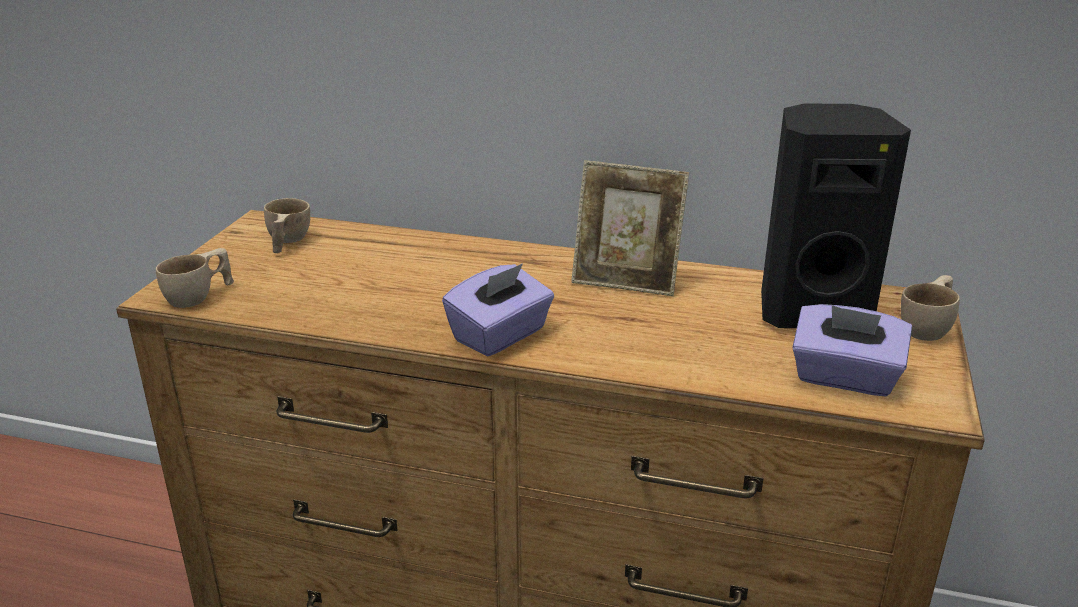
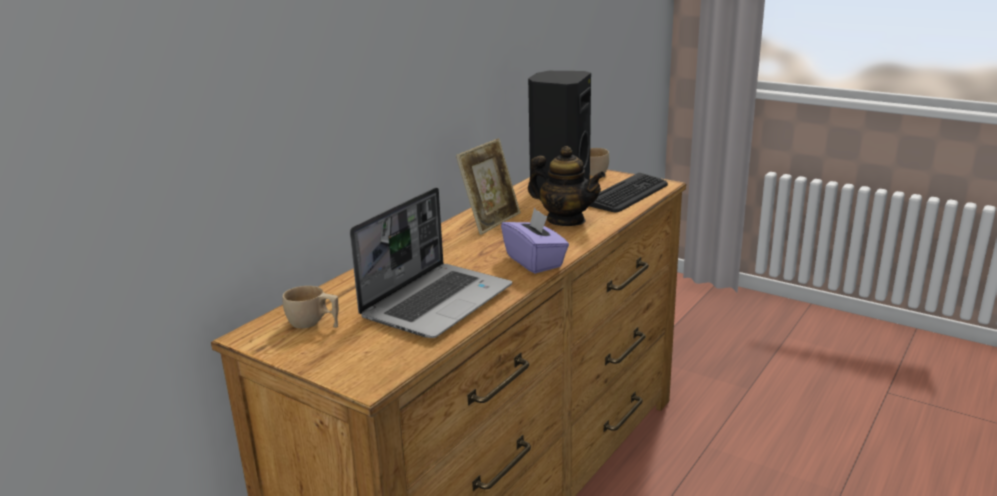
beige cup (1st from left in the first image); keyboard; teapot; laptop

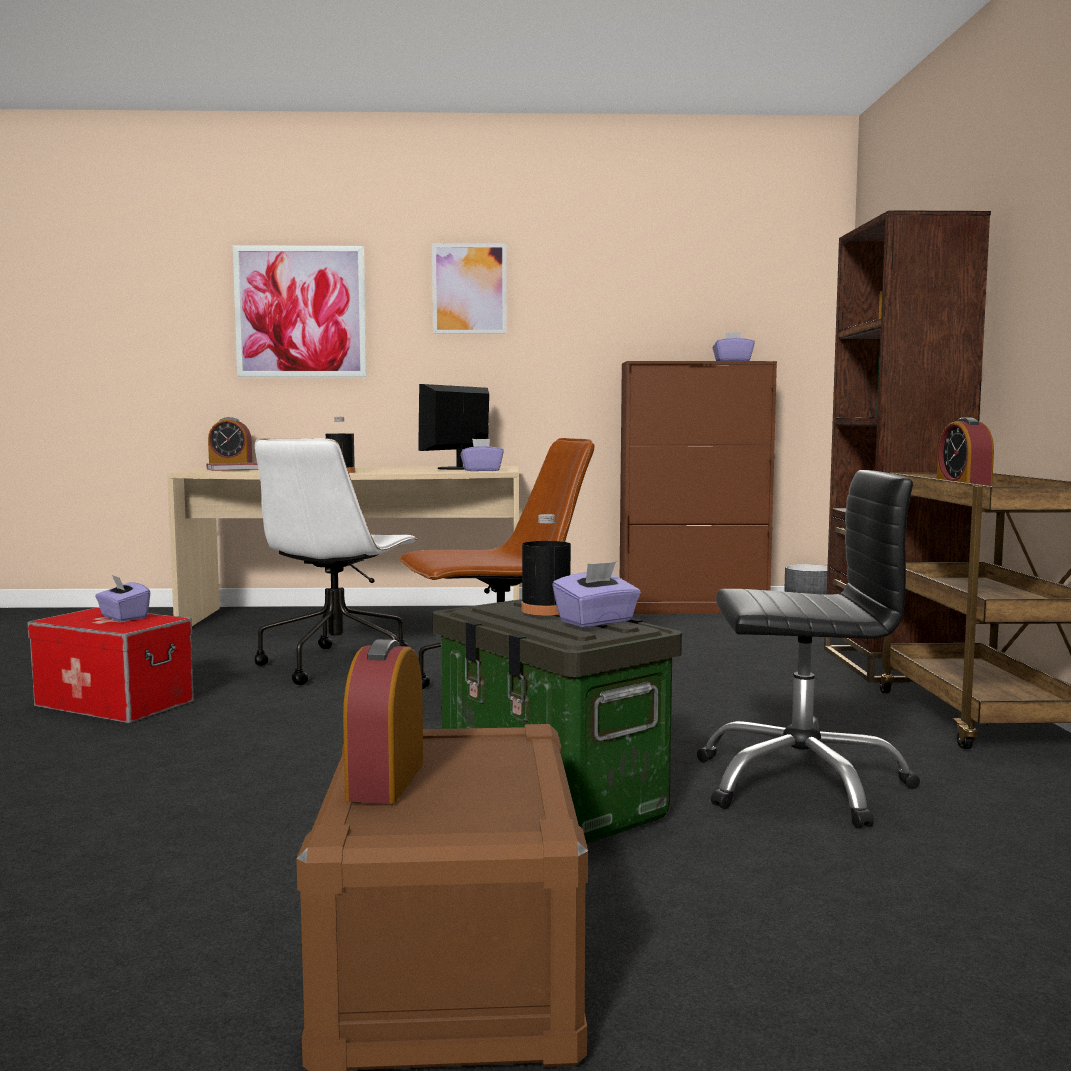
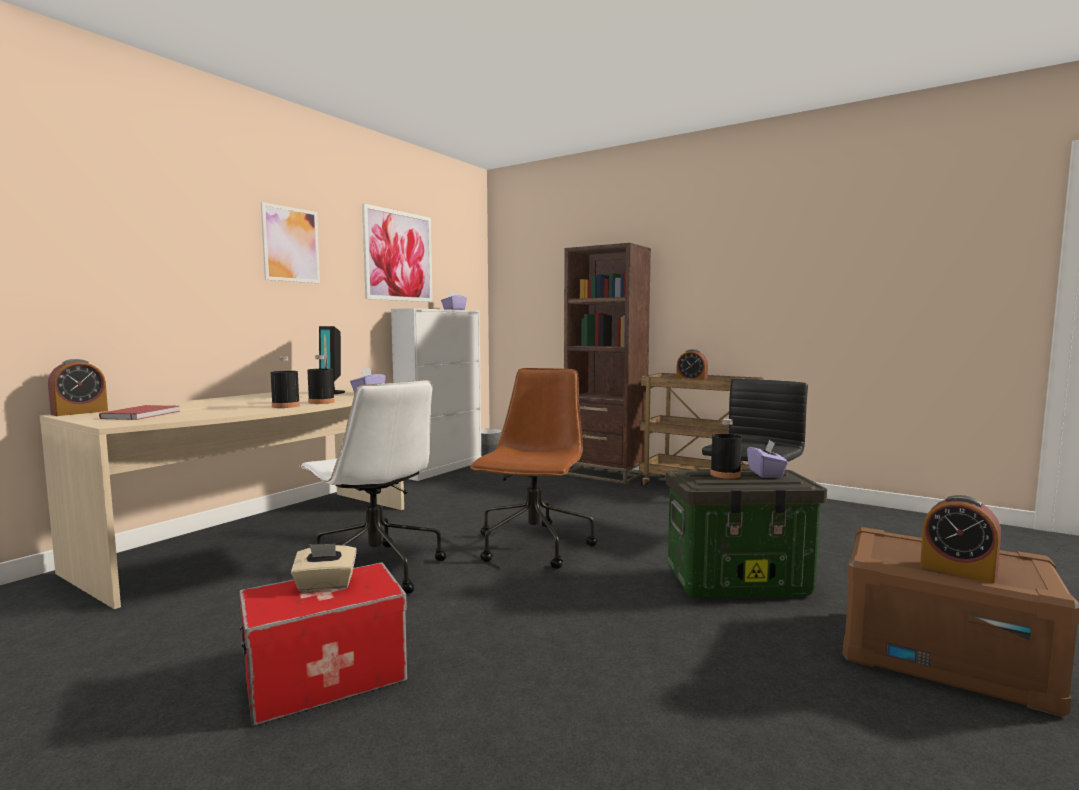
picture (2nd from left); white cabinet; beige tissue box; black bottle (2nd from left)

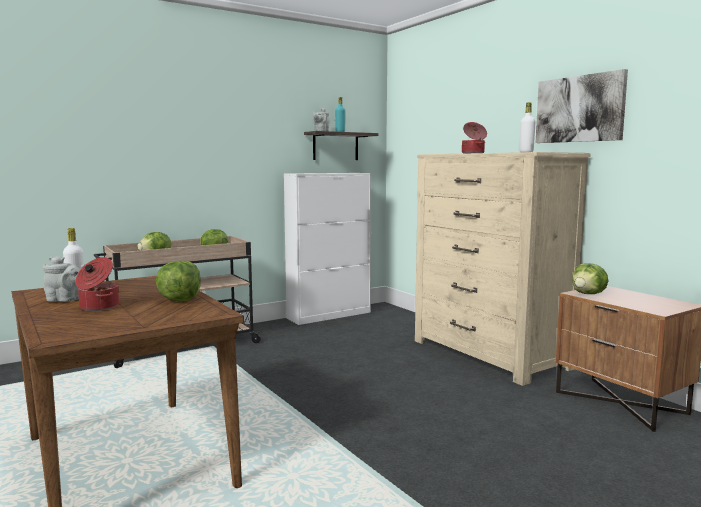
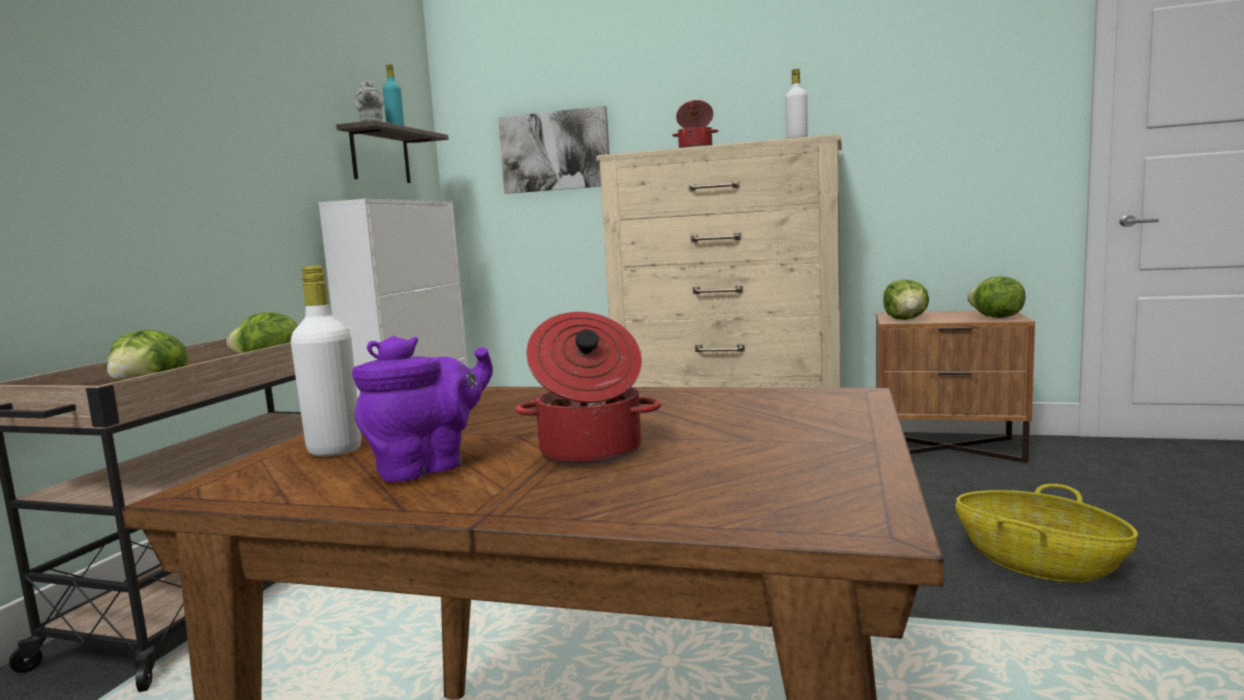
picture; purple teapot; lettuce (4th from left); basket

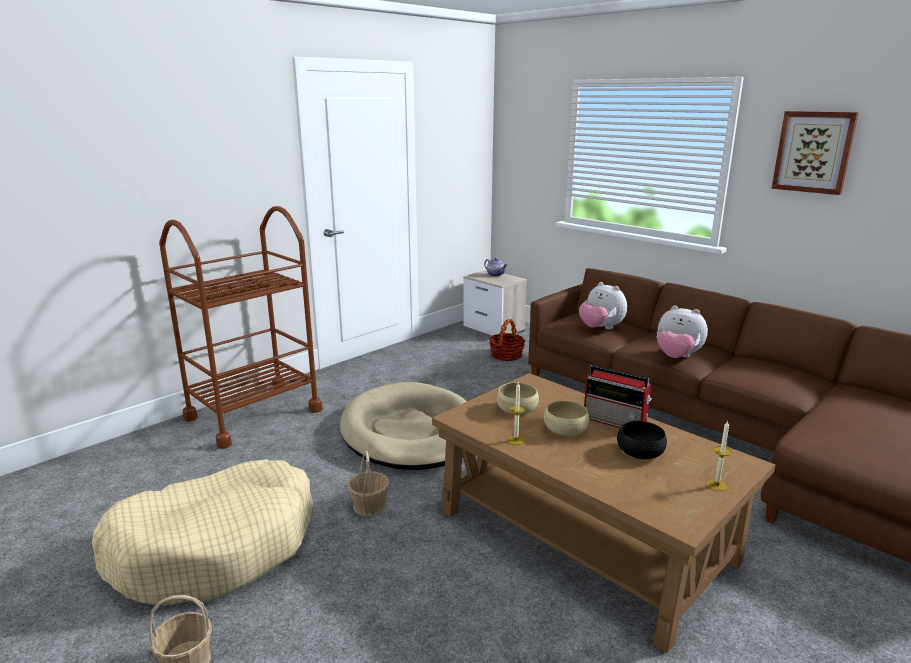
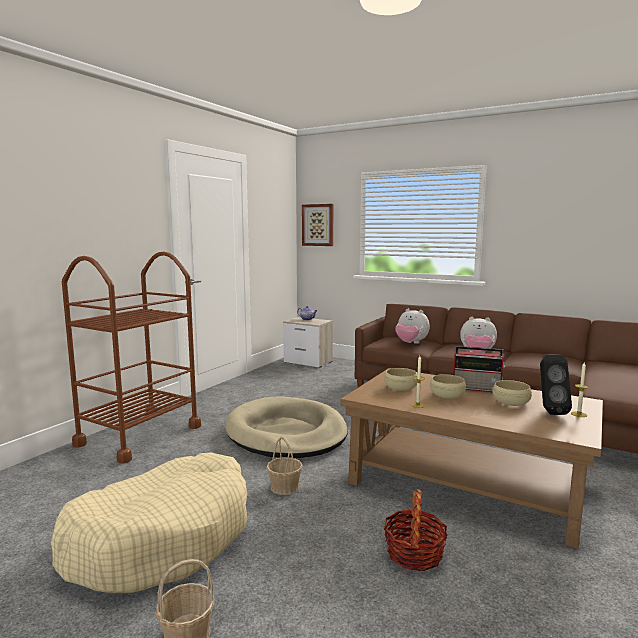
picture; basket (3rd from left); beige bowl (3rd from left); black speaker

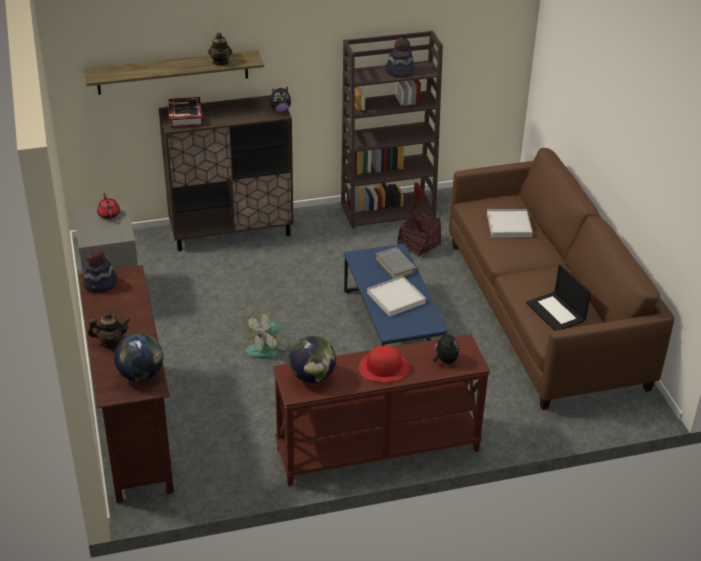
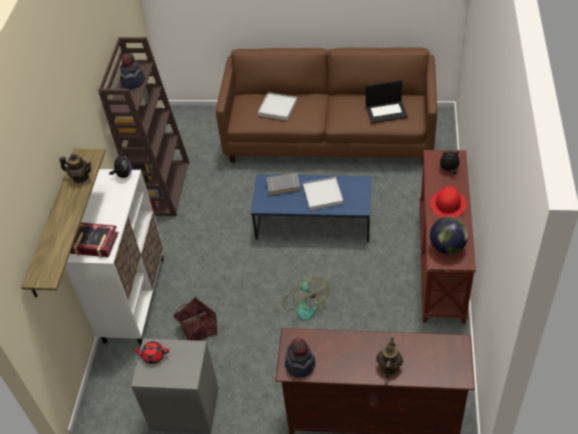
white cabinet; basket; globe (1st from left in the first image)

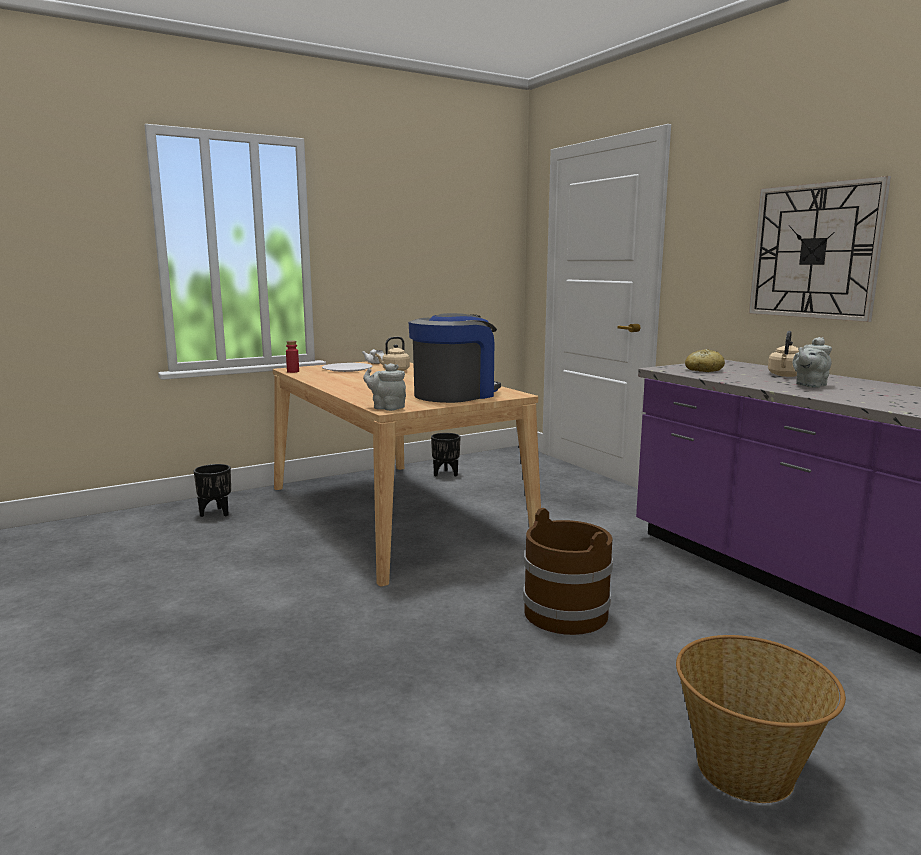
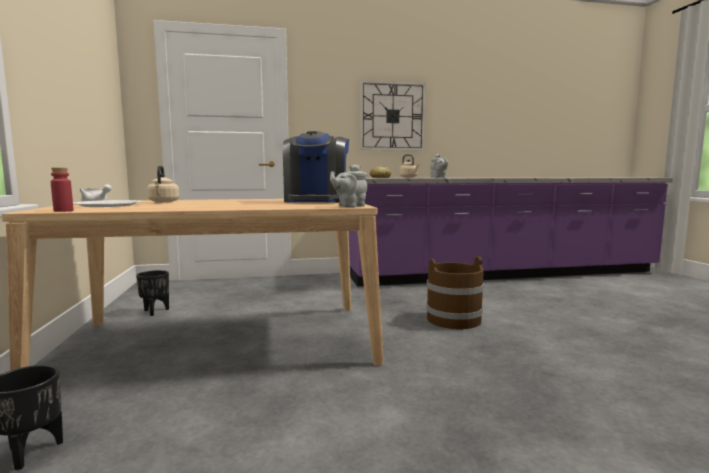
coffee machine; basket

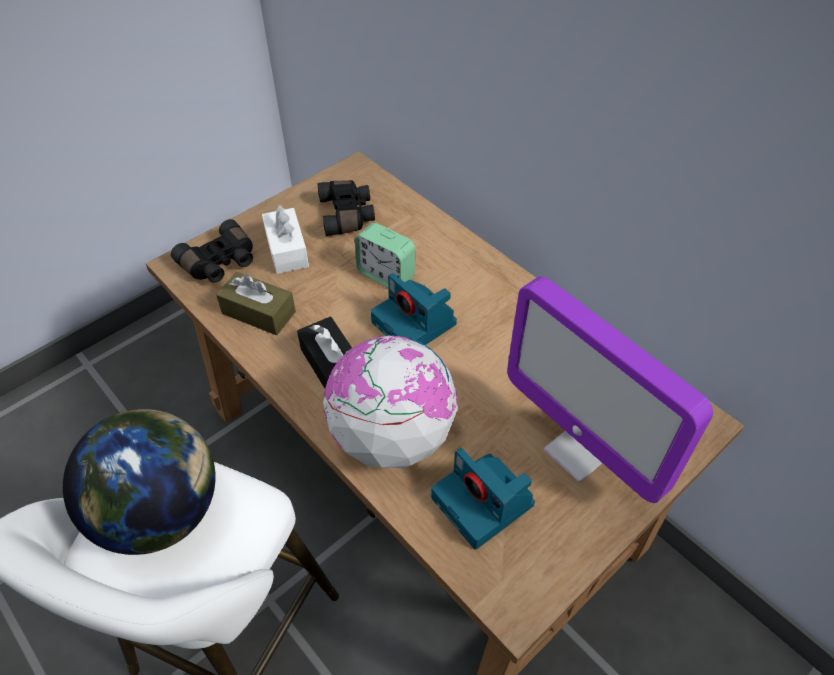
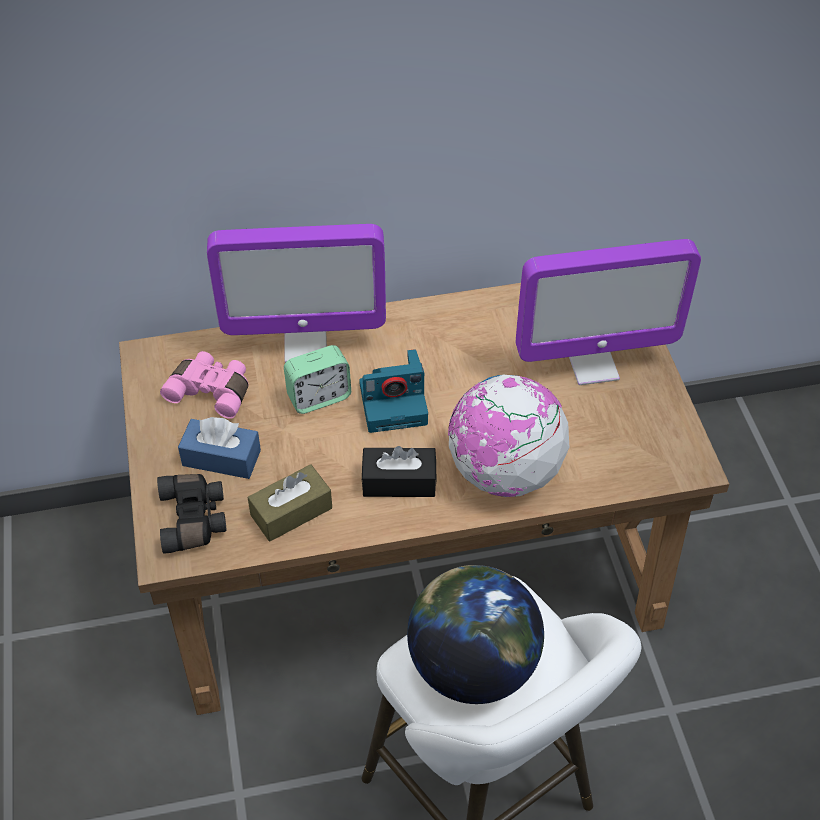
pink binoculars; blue tissue box; photo camera (2nd from left in the first image); monitor (1st from left)

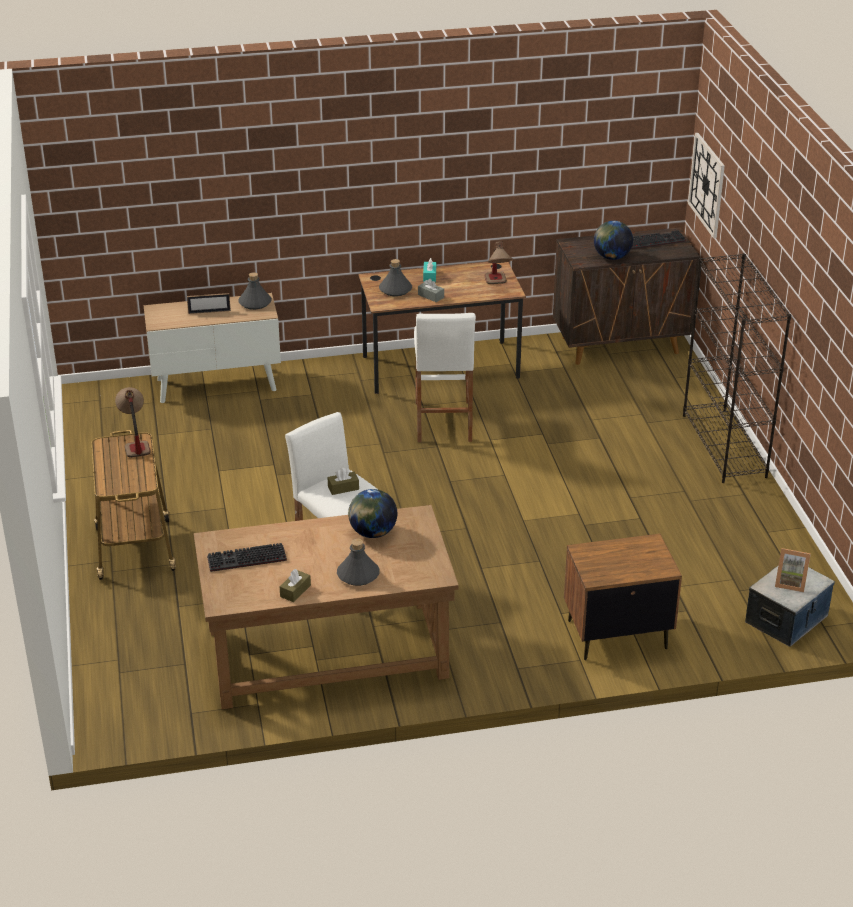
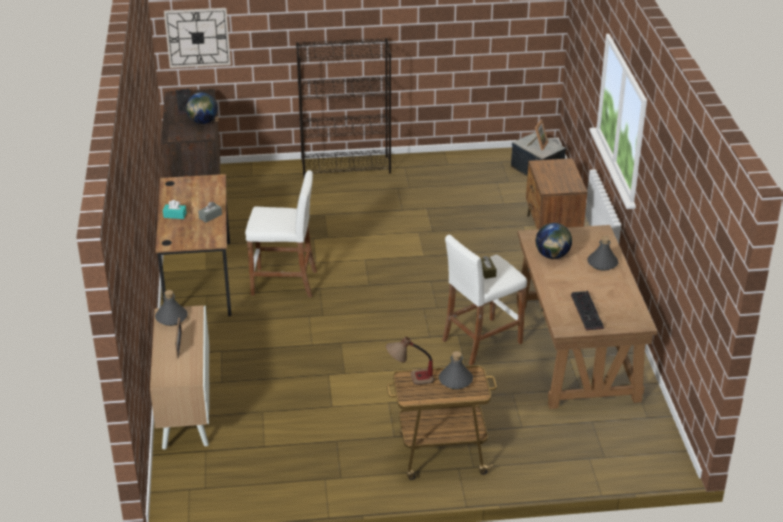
table lamp (2nd from left in the first image); grey bottle (2nd from left); brown tissue box (1st from left in the first image)

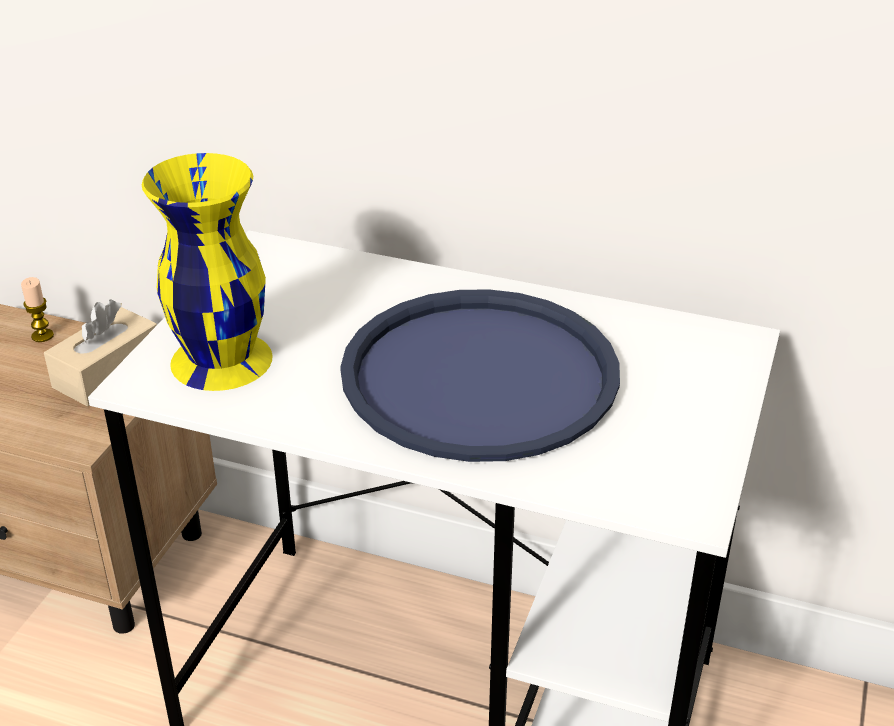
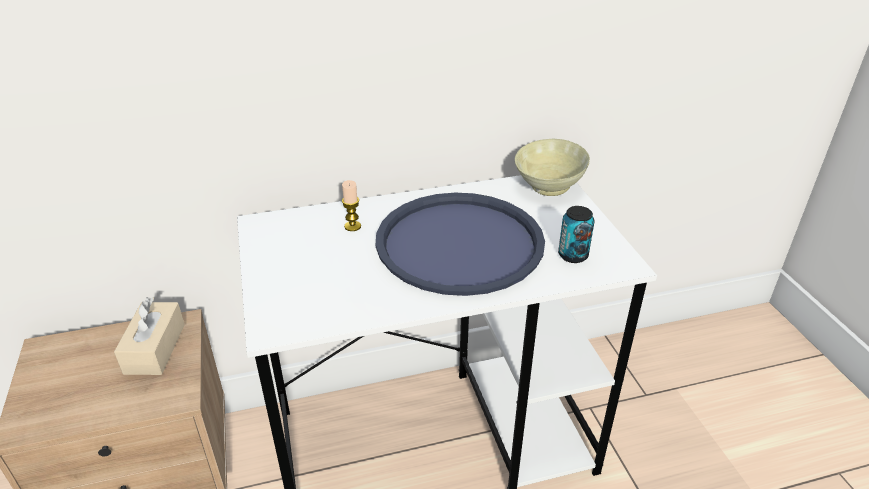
yellow vase; candle; beige bowl; can

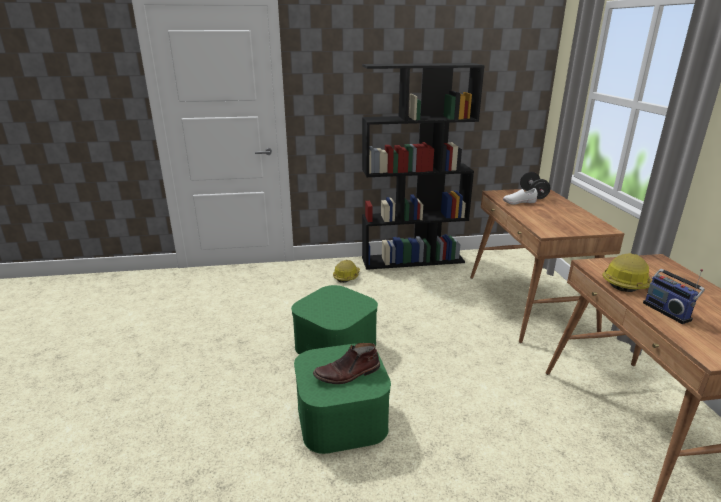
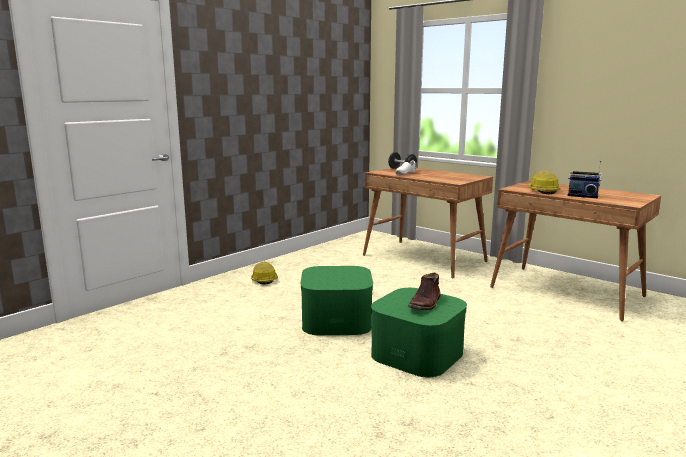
black bookcase

